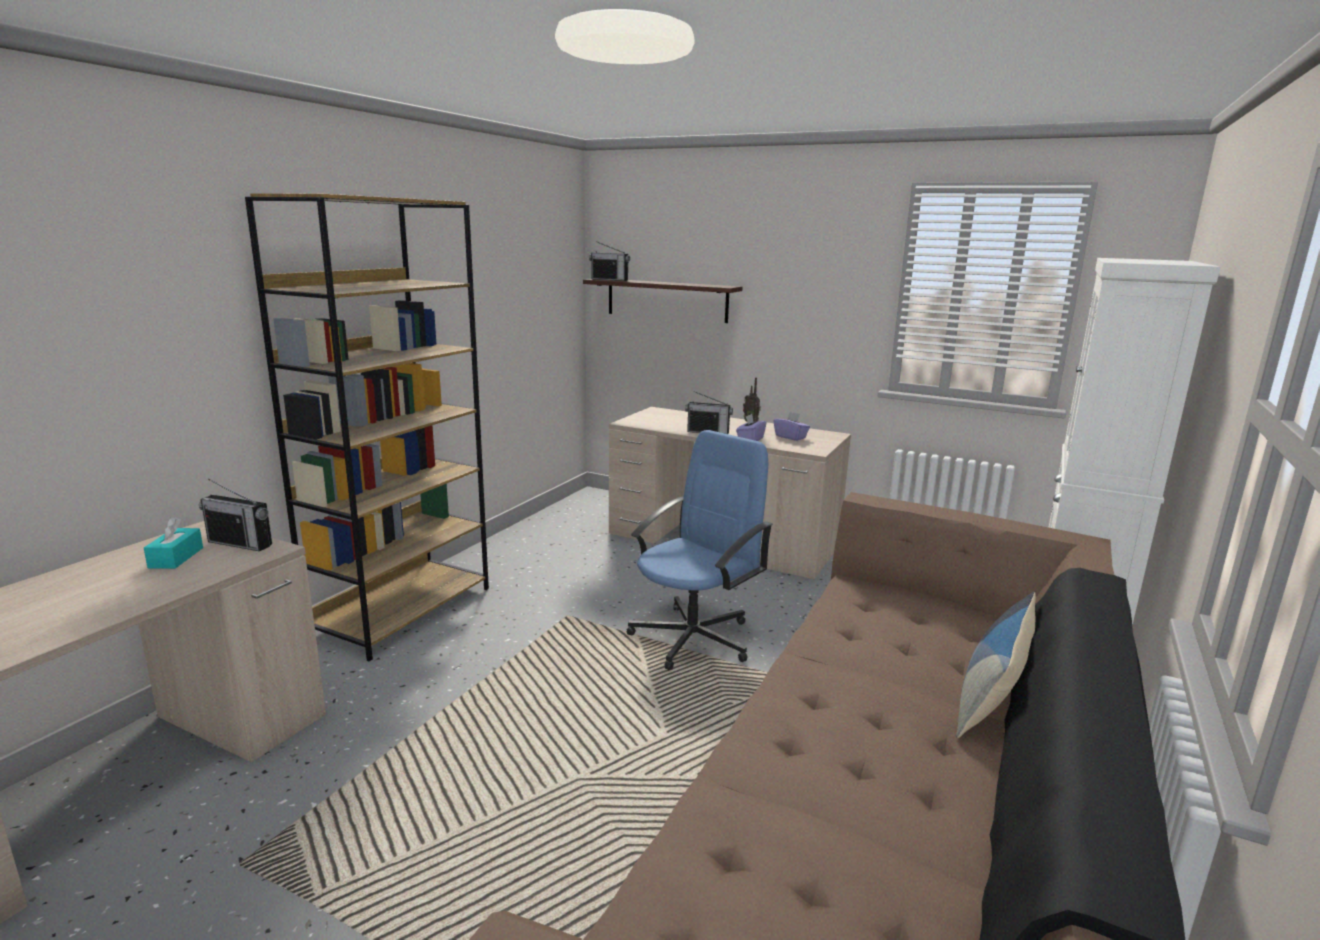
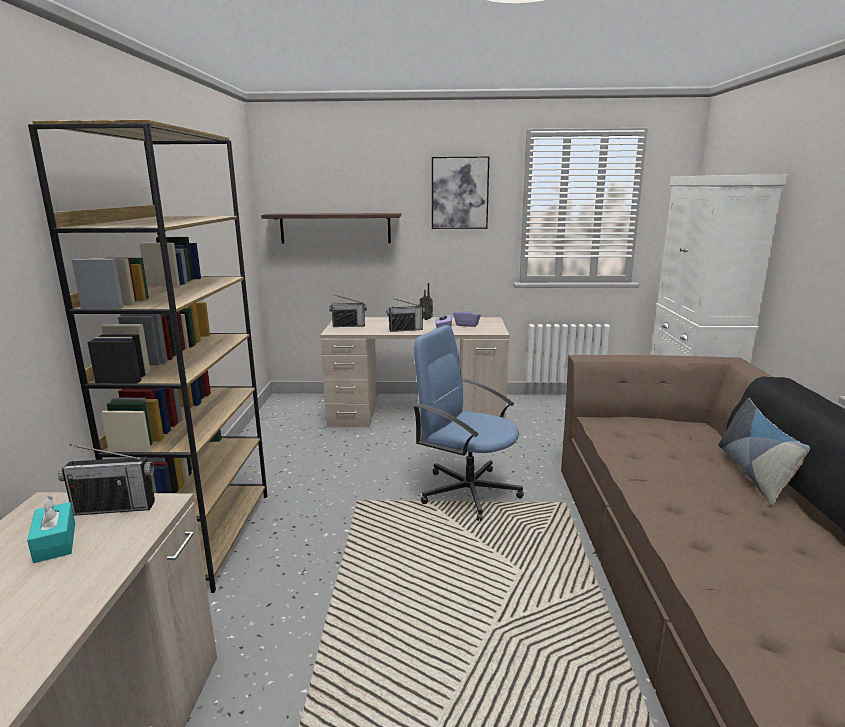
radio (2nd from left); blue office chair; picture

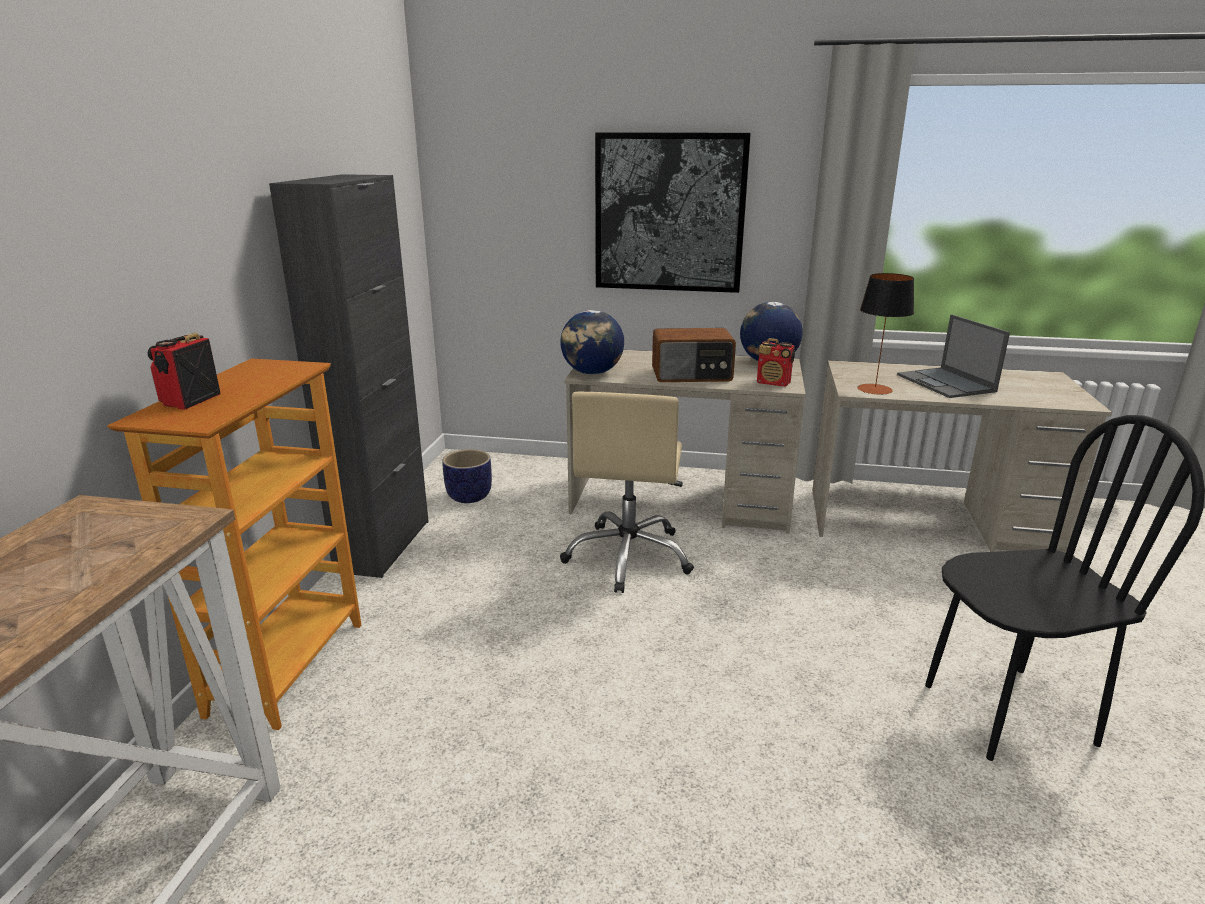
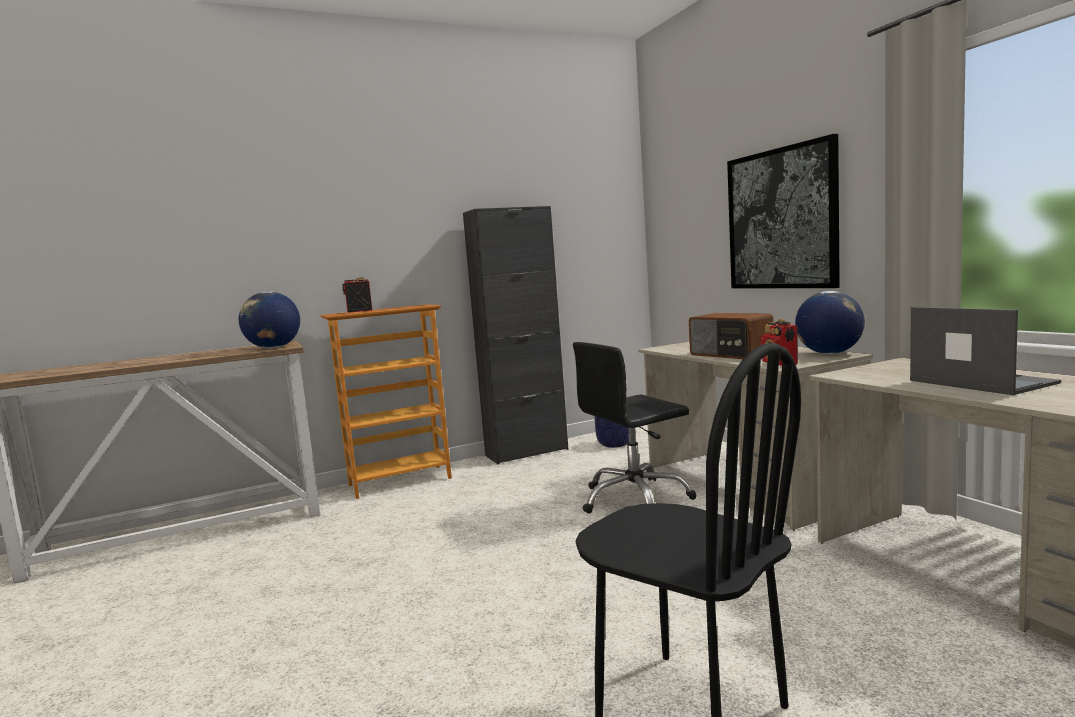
table lamp; globe (1st from left); laptop; black office chair

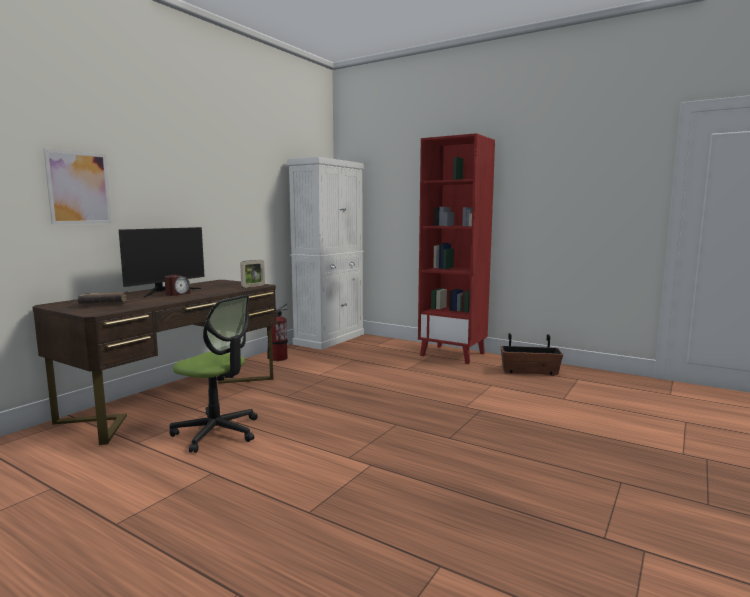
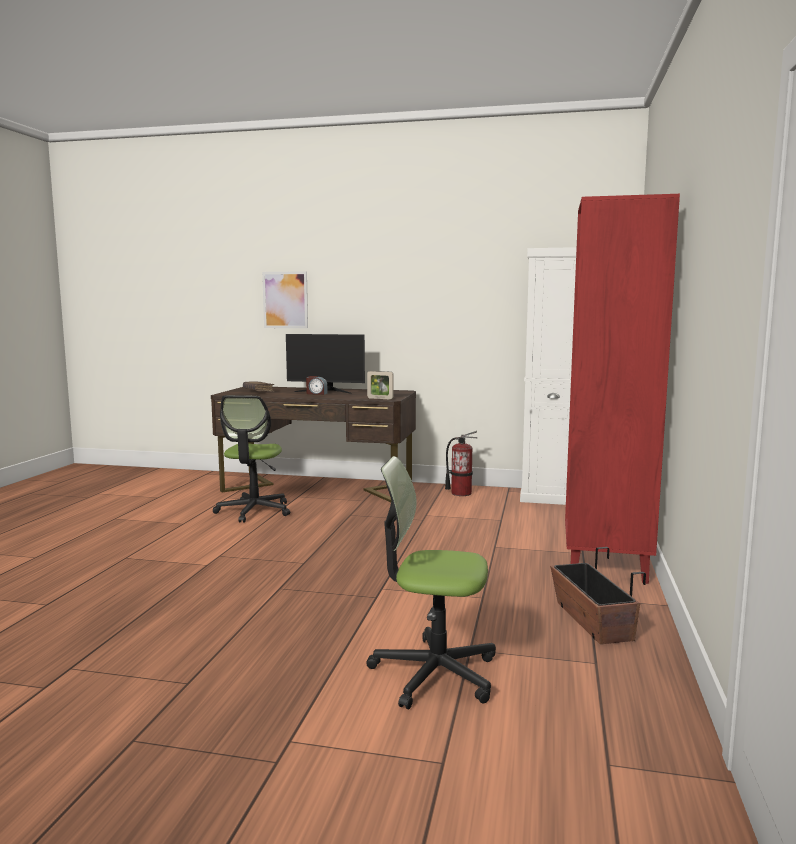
office chair (2nd from left)

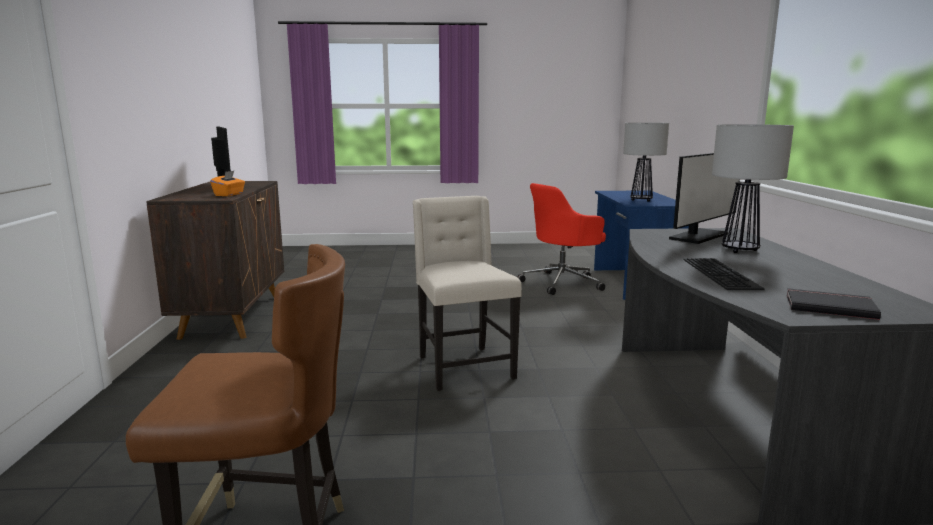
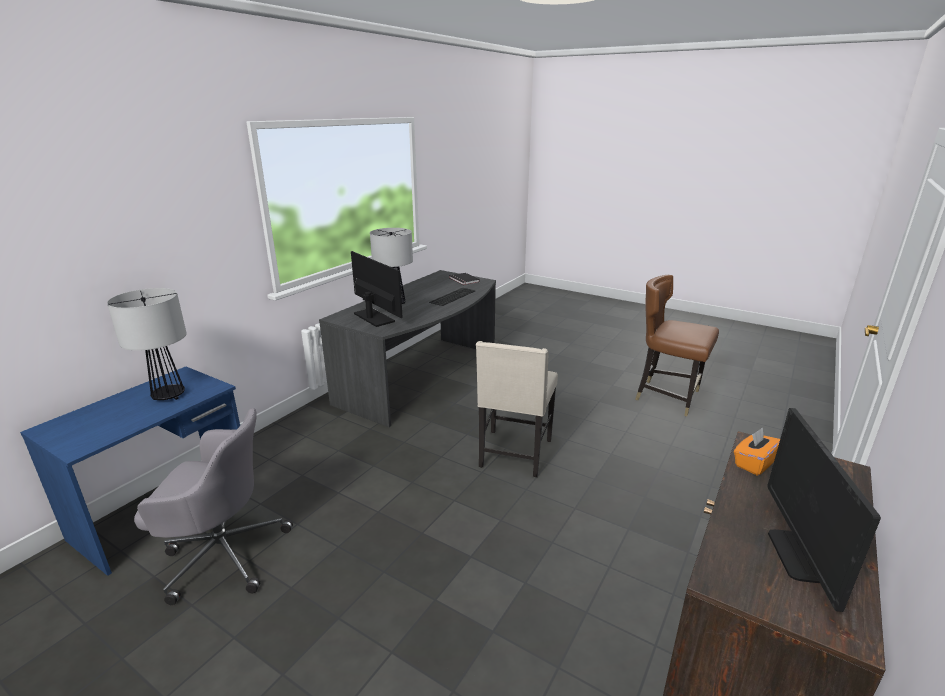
monitor (1st from left); grey office chair

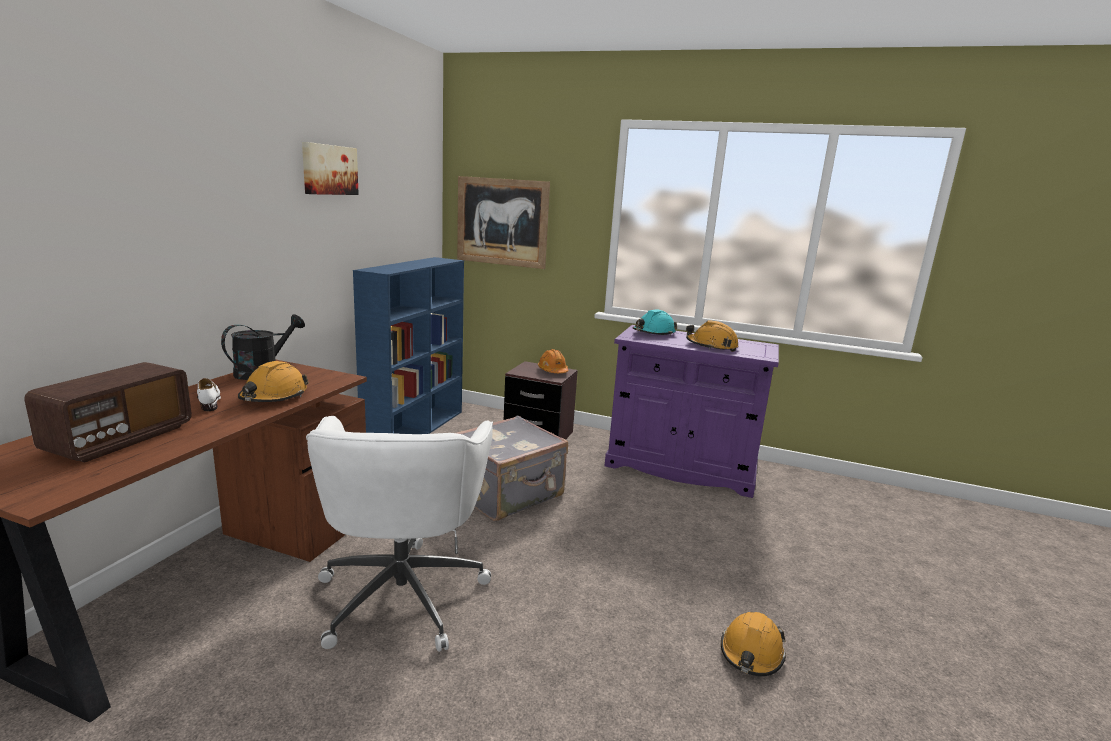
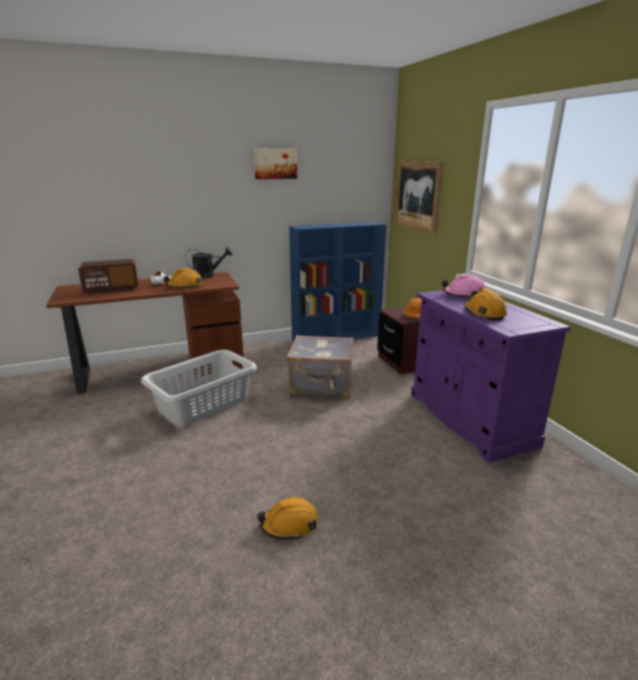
pink hard hat; grey laundry basket

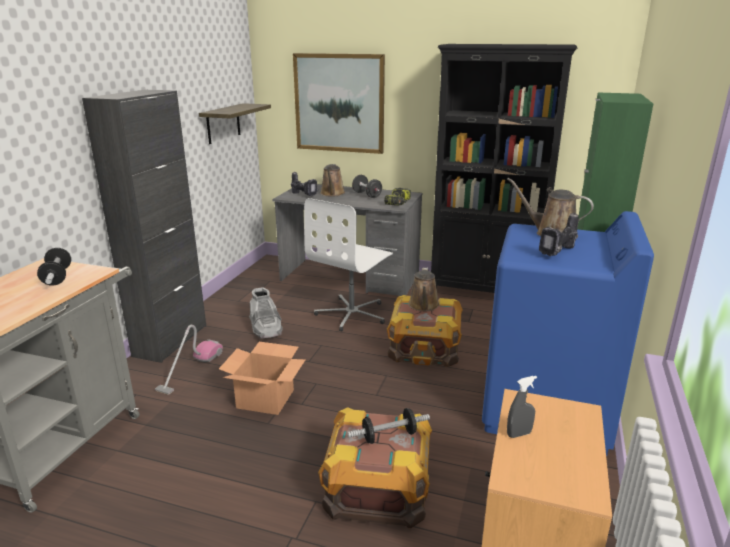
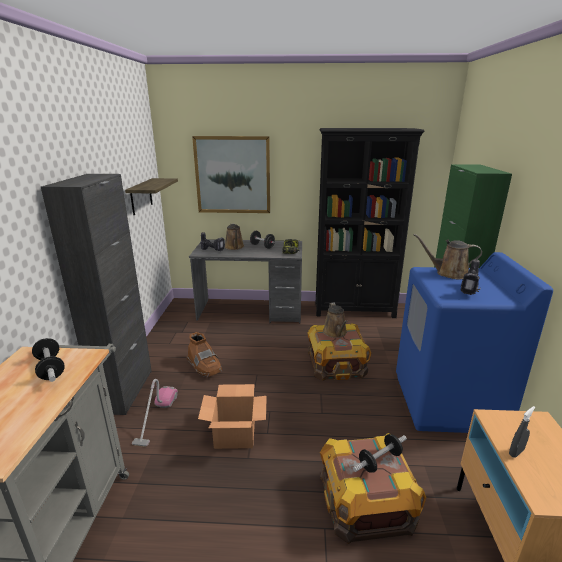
white office chair; brown boot

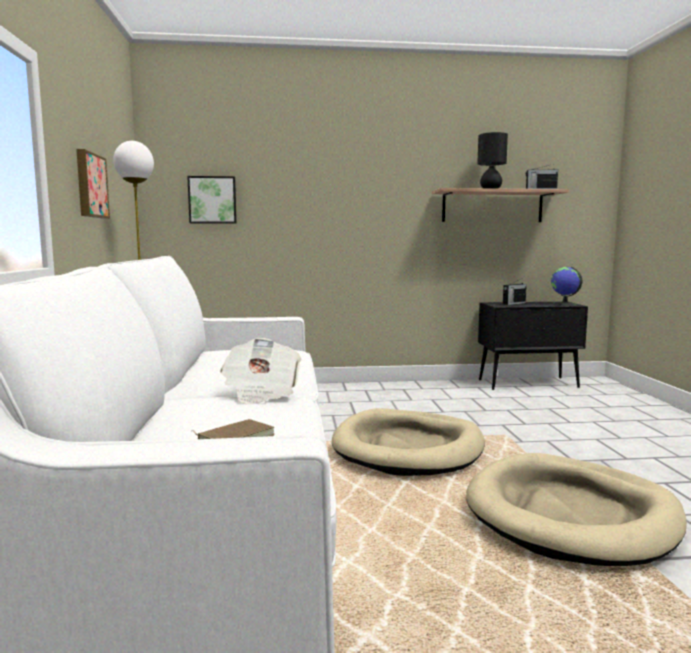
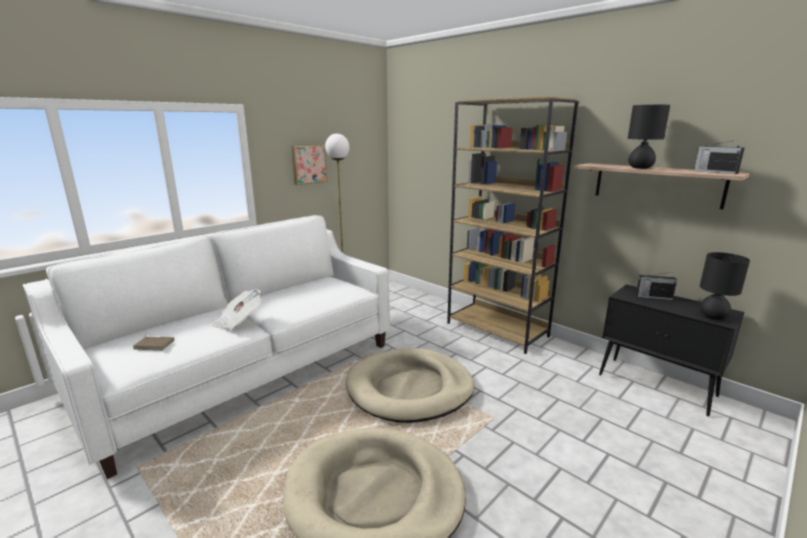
picture (2nd from left in the first image); black table lamp (2nd from left); brown bookcase

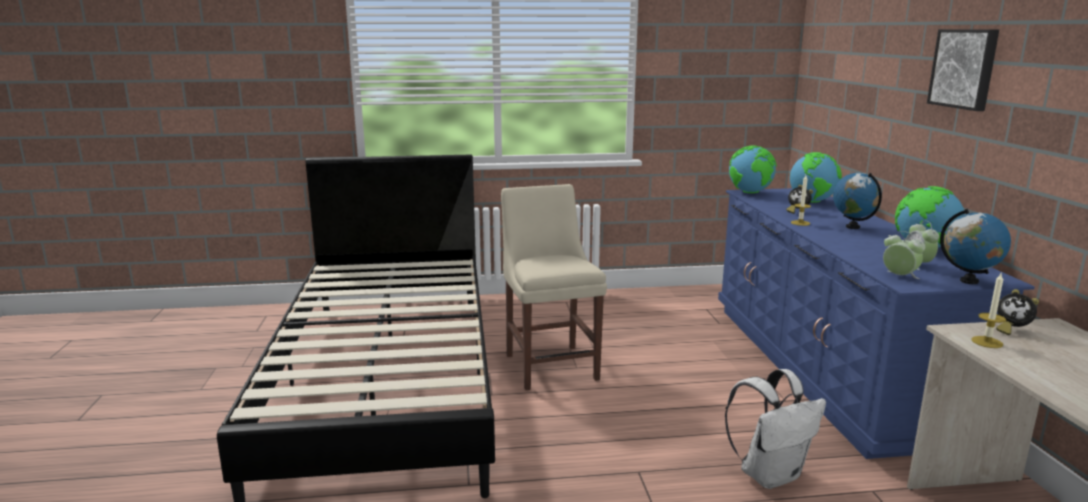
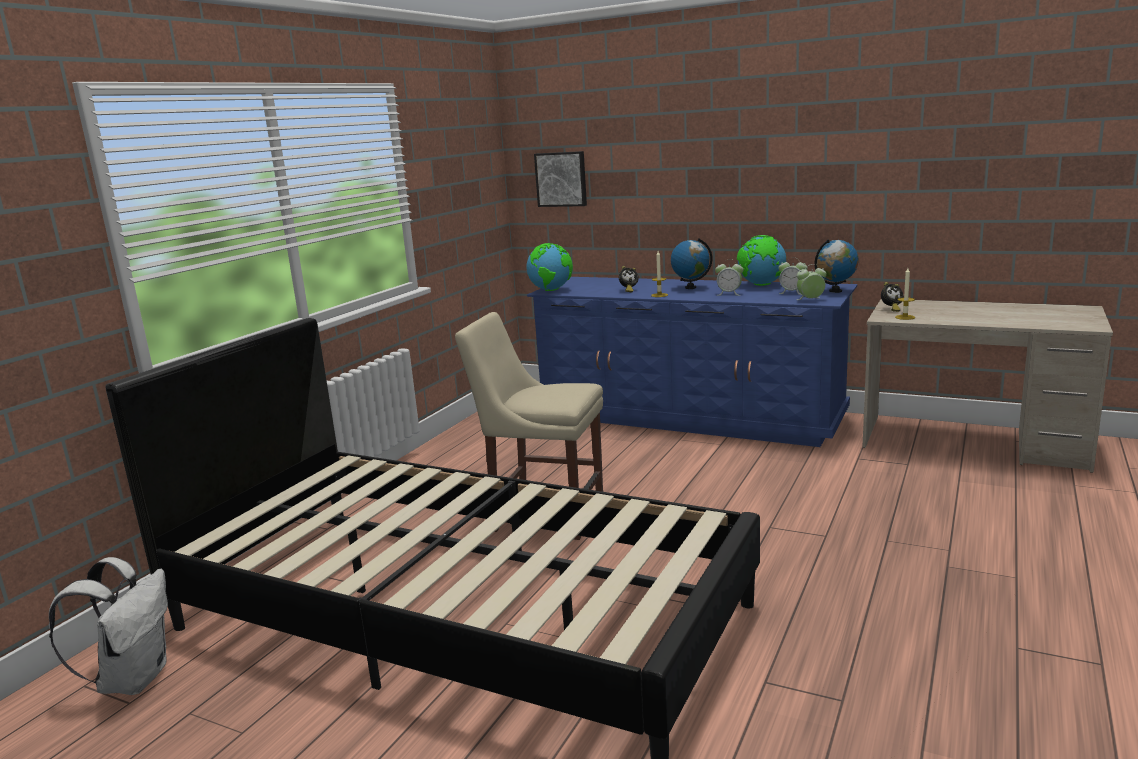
picture; globe (2nd from left in the first image); white backpack; alarm clock (2nd from left)

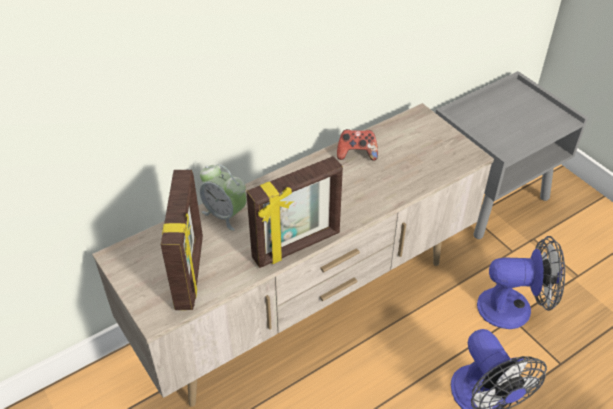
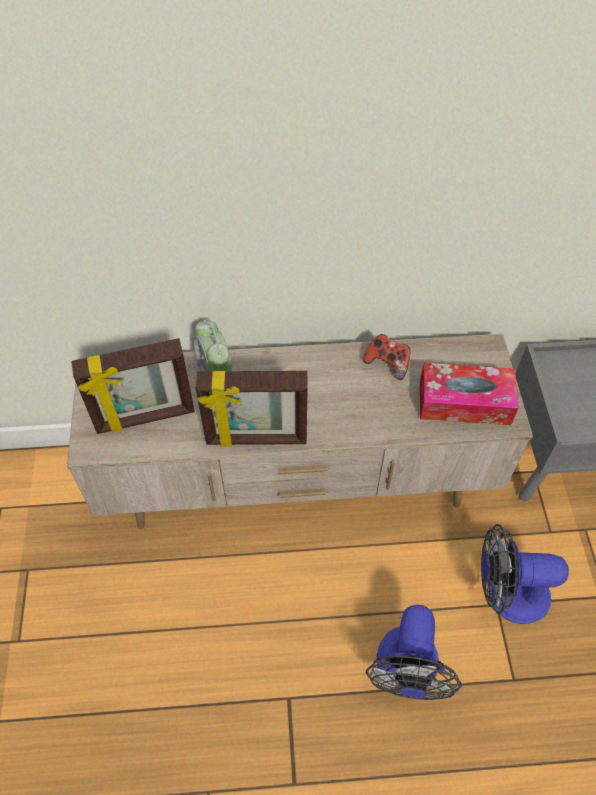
picture frame (1st from left); fan (2nd from left); tissue box

